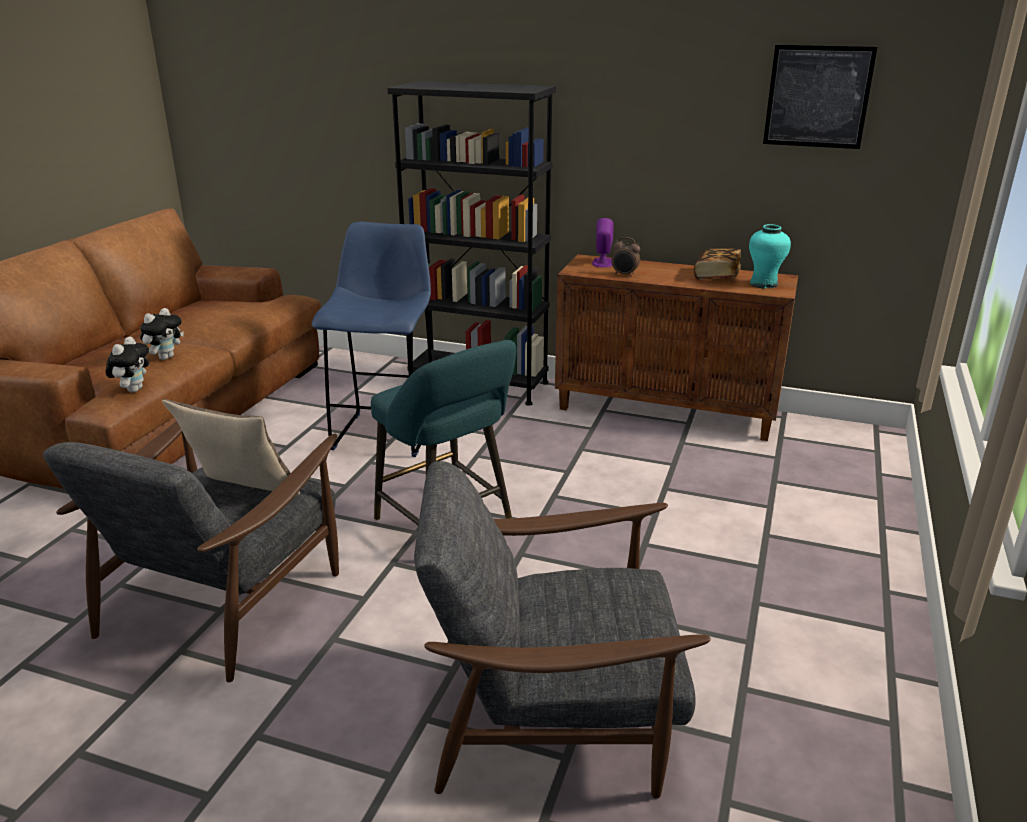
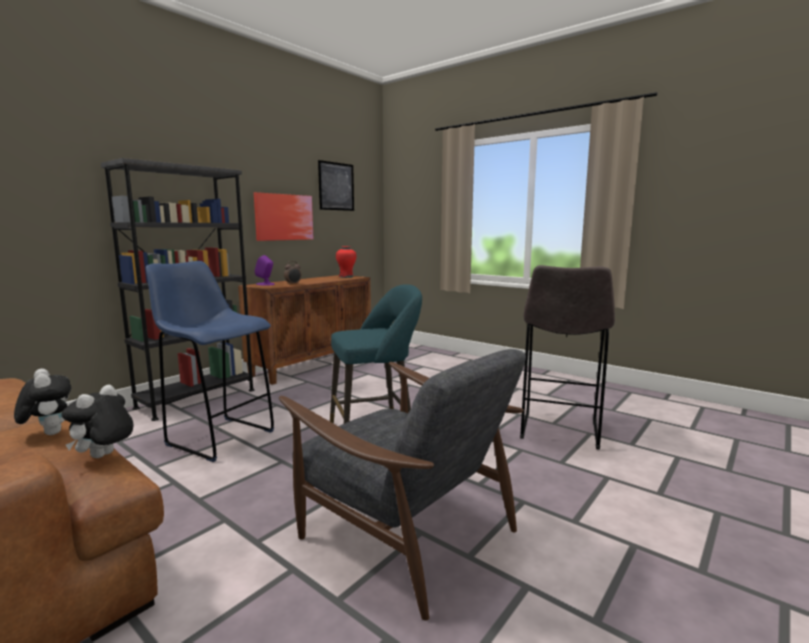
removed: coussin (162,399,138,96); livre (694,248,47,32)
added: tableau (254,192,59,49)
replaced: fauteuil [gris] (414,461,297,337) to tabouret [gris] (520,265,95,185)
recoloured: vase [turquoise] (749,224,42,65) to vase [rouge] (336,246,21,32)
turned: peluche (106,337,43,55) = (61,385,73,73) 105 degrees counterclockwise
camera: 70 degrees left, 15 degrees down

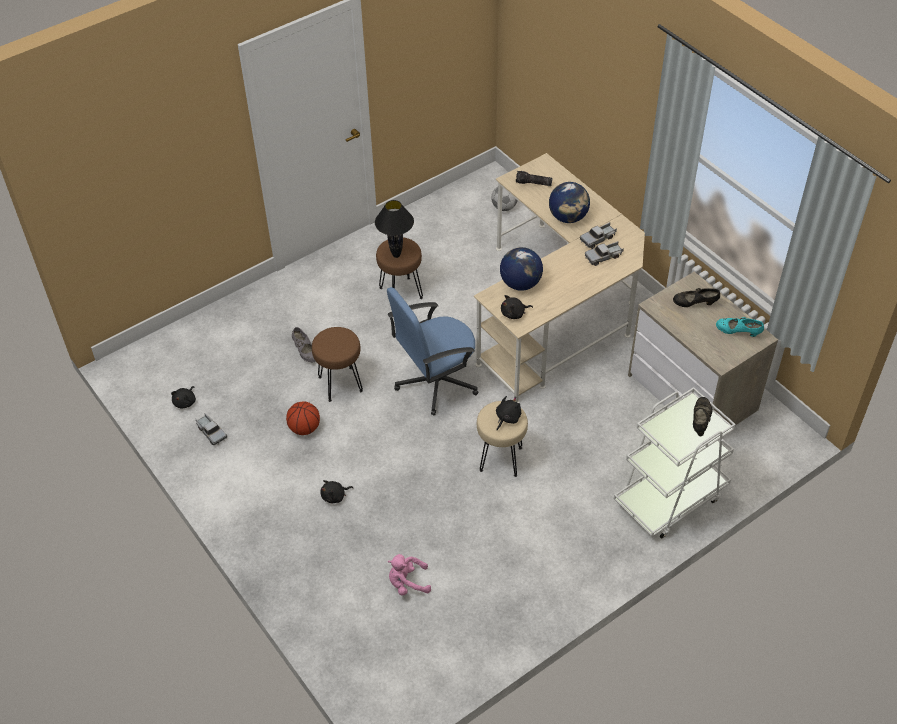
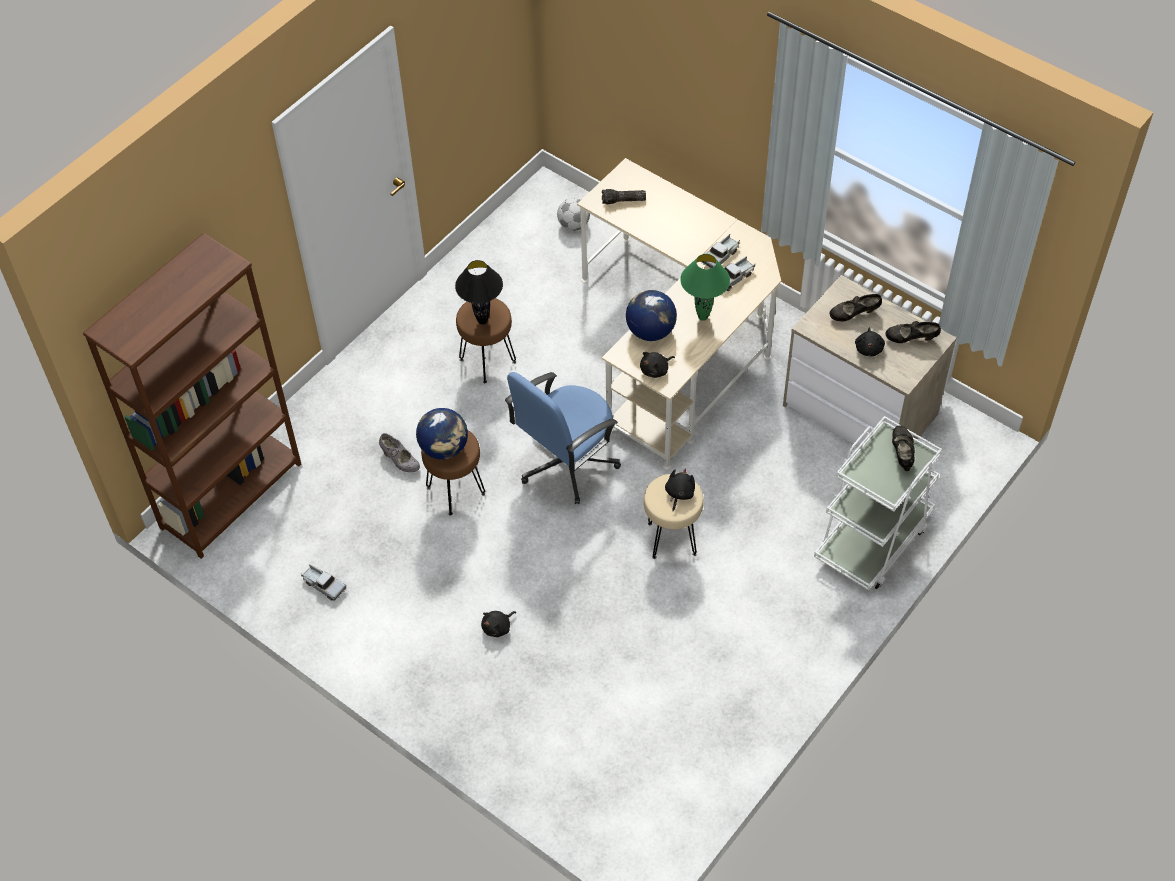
removed: ballon de basket (286,402,34,33); peluche [rose] (388,554,43,42)
added: bibliothèque [marron] (83,232,218,327); lampe de table [vert] (680,254,50,67)
moved: peluche [noir] (171,386,25,22) to (855,328,30,28); globe (549,182,41,41) to (416,408,52,52)
recoloured: chaussure [turquoise] (716,317,48,20) to chaussure [noir] (886,321,55,22)
camera: 15 degrees left, 5 degrees up

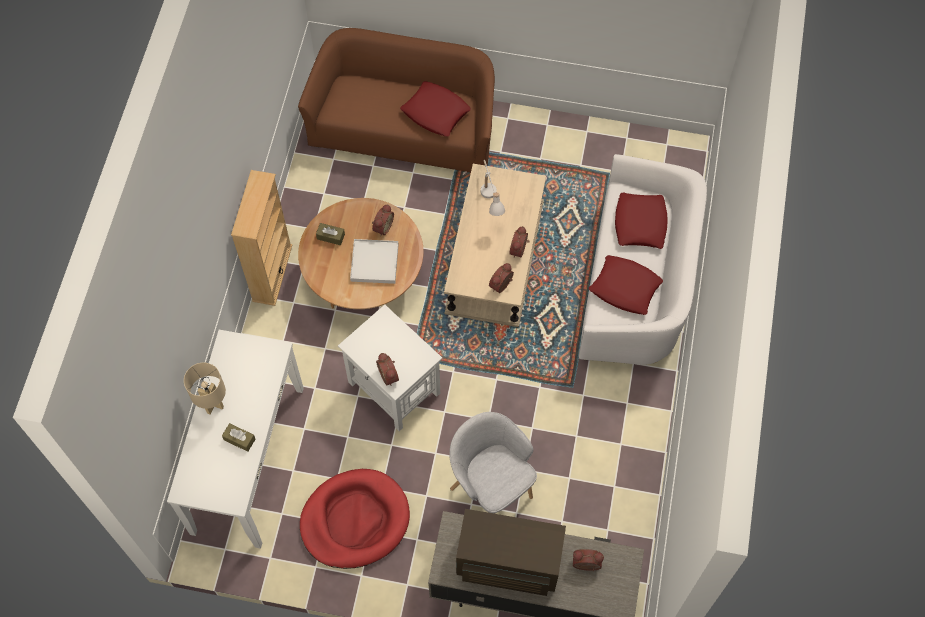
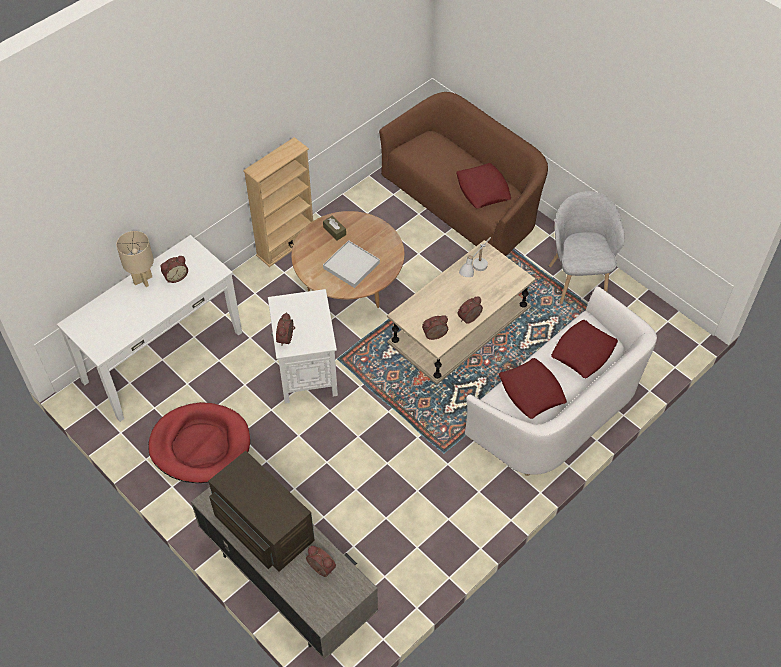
removed: boîte à mouchoirs [marron] (222,423,33,29)
moved: réveil (372,205,22,31) to (161,256,27,27); fauteuil [gris] (449,412,88,102) to (549,191,76,113)
camera: 35 degrees right, 10 degrees down

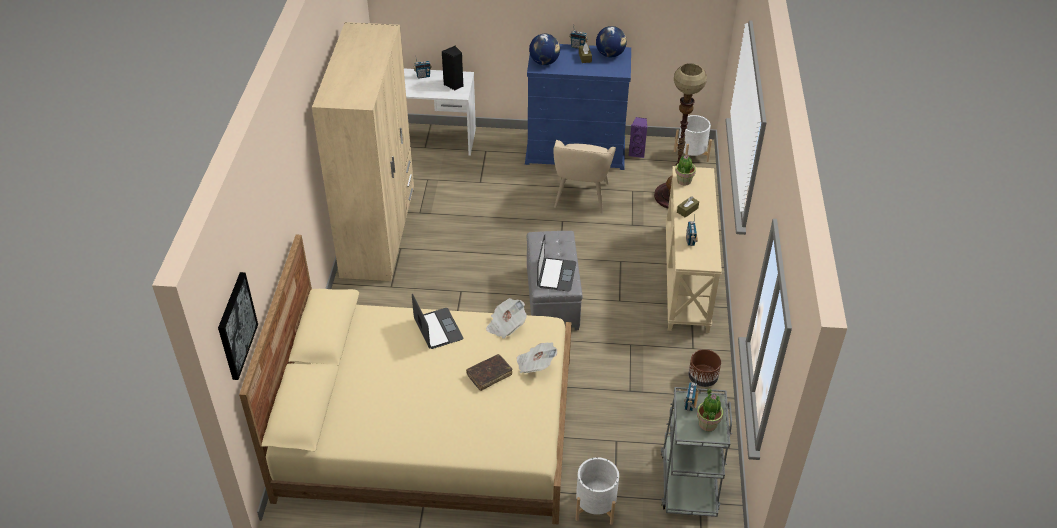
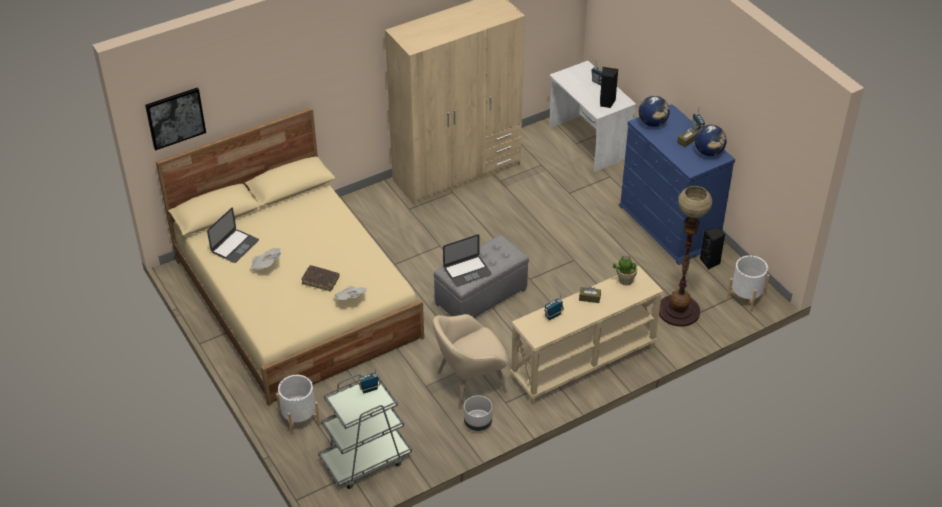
removed: plante en pot (697,388,26,44)
moved: ordinateur portable (412,293,51,56) to (207,208,52,55); journal (486,298,41,41) to (250,248,31,22); fauteuil [beige] (553,140,63,74) to (432,314,76,95)
recoloured: enceinte [violet] (629,117,18,41) to enceinte [noir] (700,228,25,41); cache-pot [marron] (688,349,33,38) to cache-pot [gris] (464,395,28,36)
camera: 55 degrees right, 0 degrees up

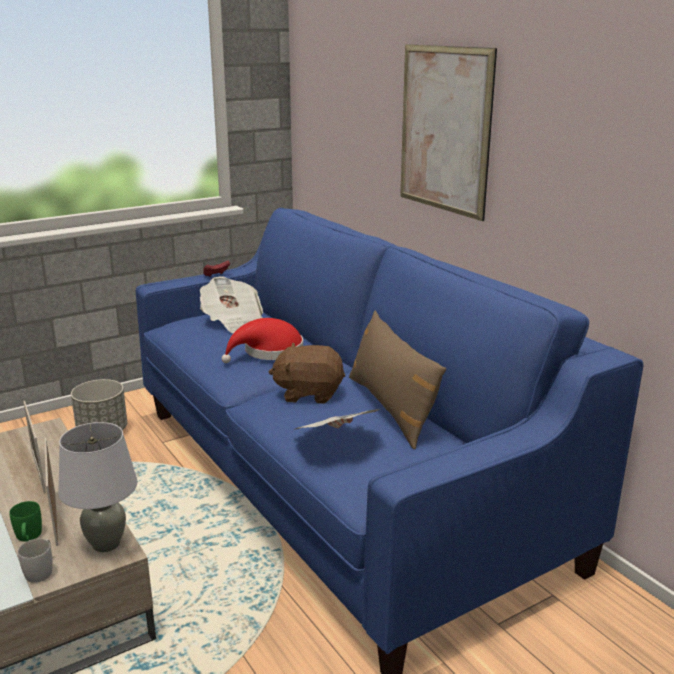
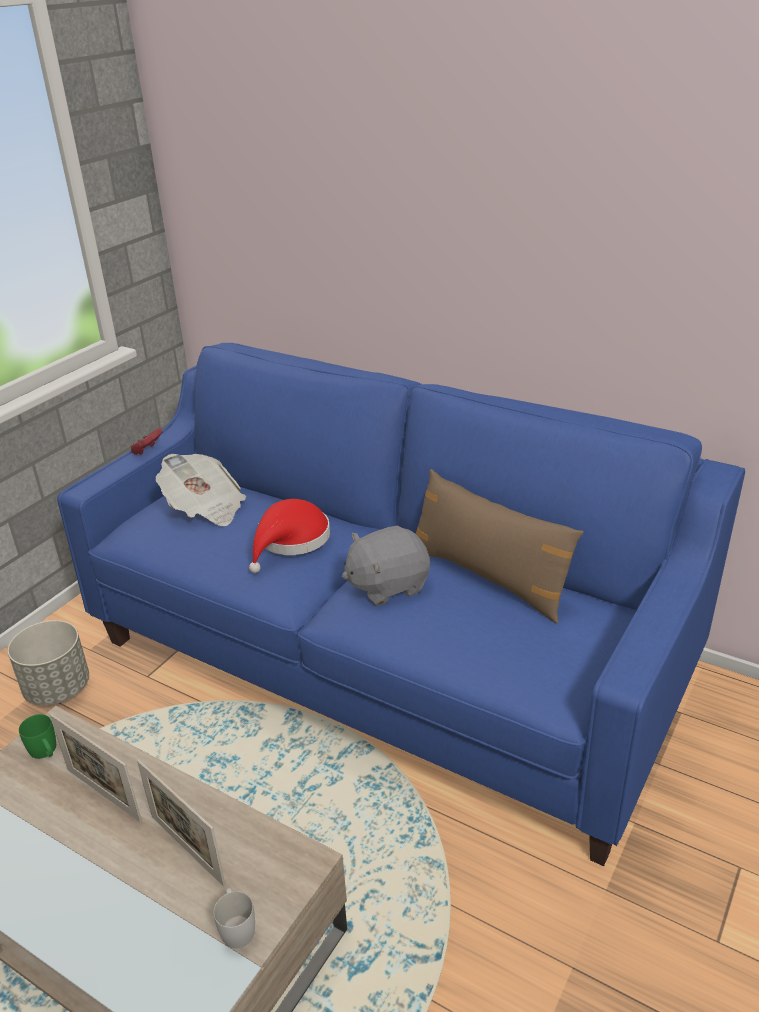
removed: lampe de table [gris] (58,422,79,130); journal (293,409,86,21); tableau (400,44,97,177)
moved: mug [vert] (9,501,33,40) to (19,714,37,45)
recoloured: peluche [marron] (269,343,76,61) to peluche [gris] (342,526,88,80)
camera: 25 degrees left, 10 degrees up

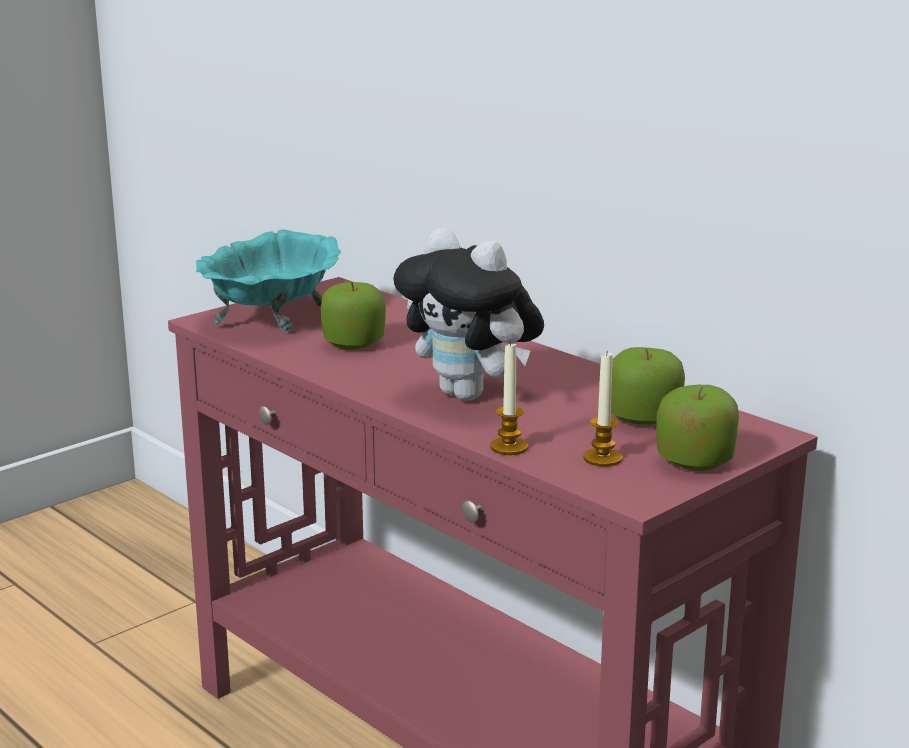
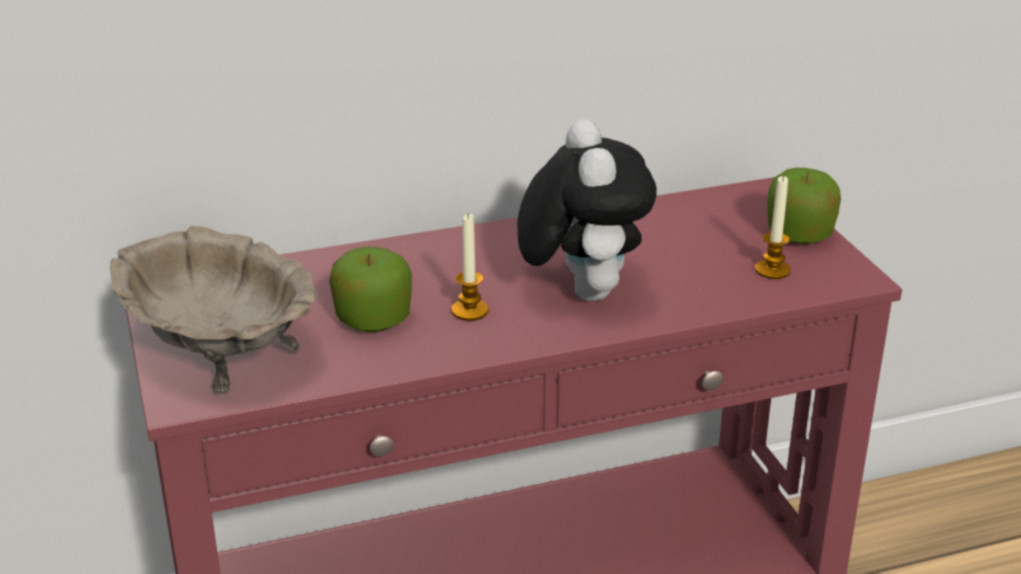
removed: pomme (611,347,74,78)
moved: bougie (490,341,38,114) to (451,213,38,108)
recoloured: bol [turquoise] (196,229,145,102) to bol [beige] (110,226,208,167)
turned: peluche (393,228,151,173) = (517,119,140,182) 75 degrees counterclockwise
camera: 65 degrees left, 10 degrees up

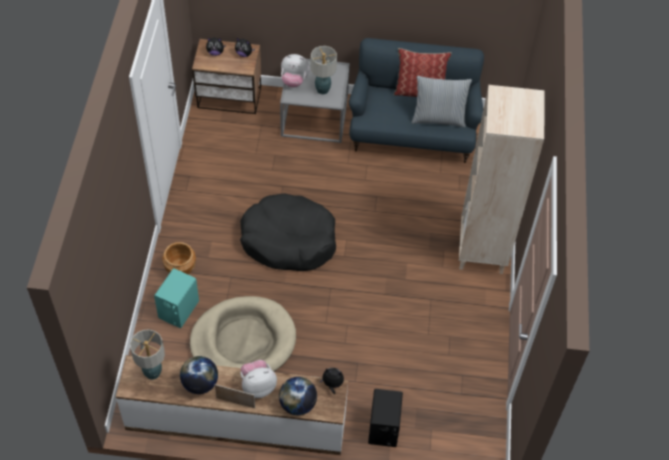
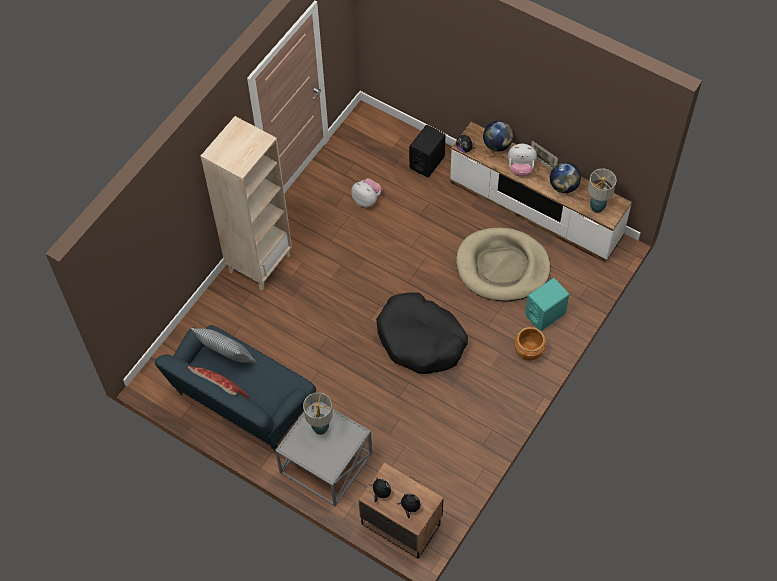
moved: peluche (281,54,29,34) to (351,178,31,29)
camera: 150 degrees left, 5 degrees up

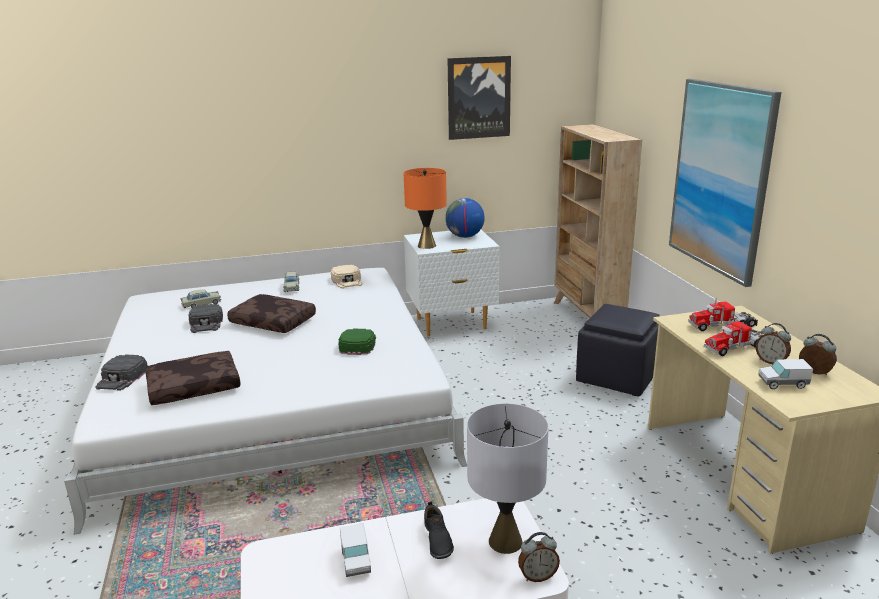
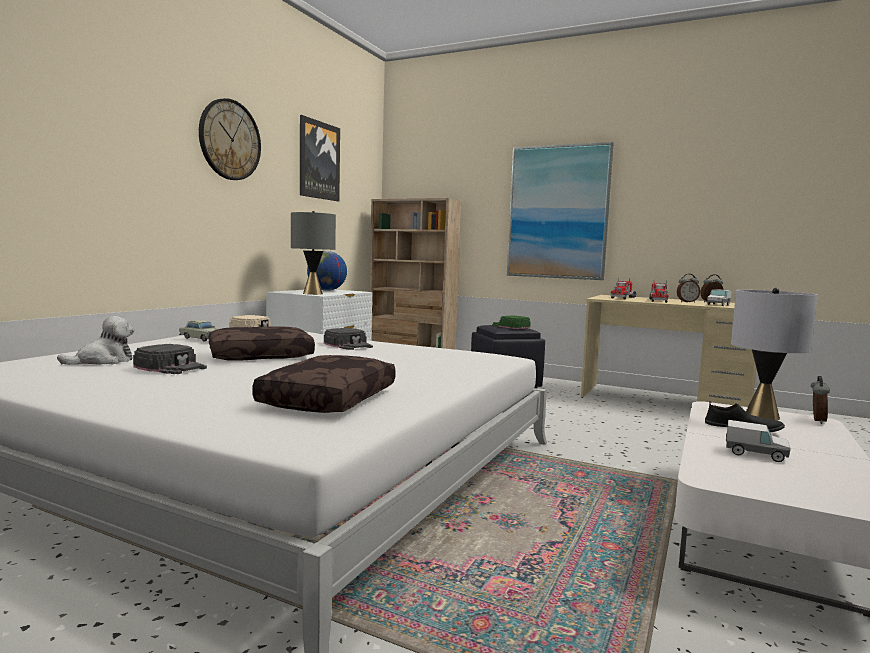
added: horloge murale (199,98,62,82)
moved: casquette [noir] (95,354,53,37) to (324,328,49,22); casquette [vert] (338,329,38,26) to (492,315,39,14)
replaced: petite voiture [beige] (181,289,40,19) to peluche (57,316,78,49)
recoloured: lampe de table [orange] (404,168,43,81) to lampe de table [gris] (291,211,45,84)
camera: 50 degrees left, 15 degrees down

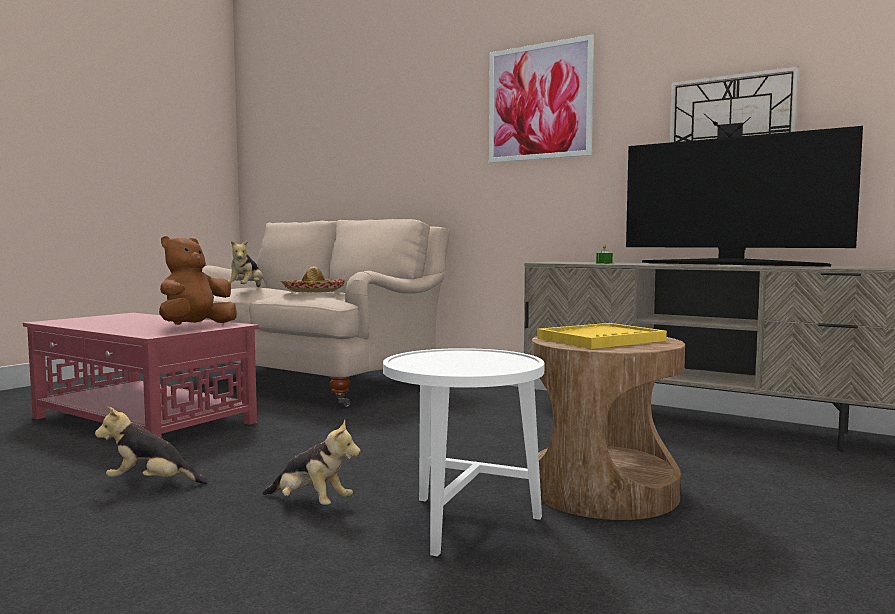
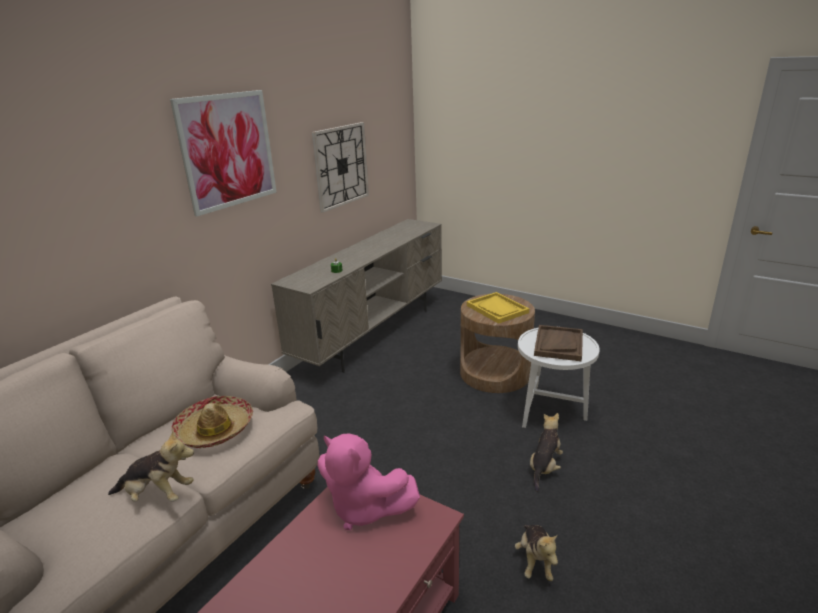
removed: téléviseur (626,126,237,141)
added: plateau [marron] (534,325,49,36)
recoloured: peluche [marron] (159,236,78,89) to peluche [rose] (317,434,103,96)
camera: 90 degrees left, 20 degrees up

